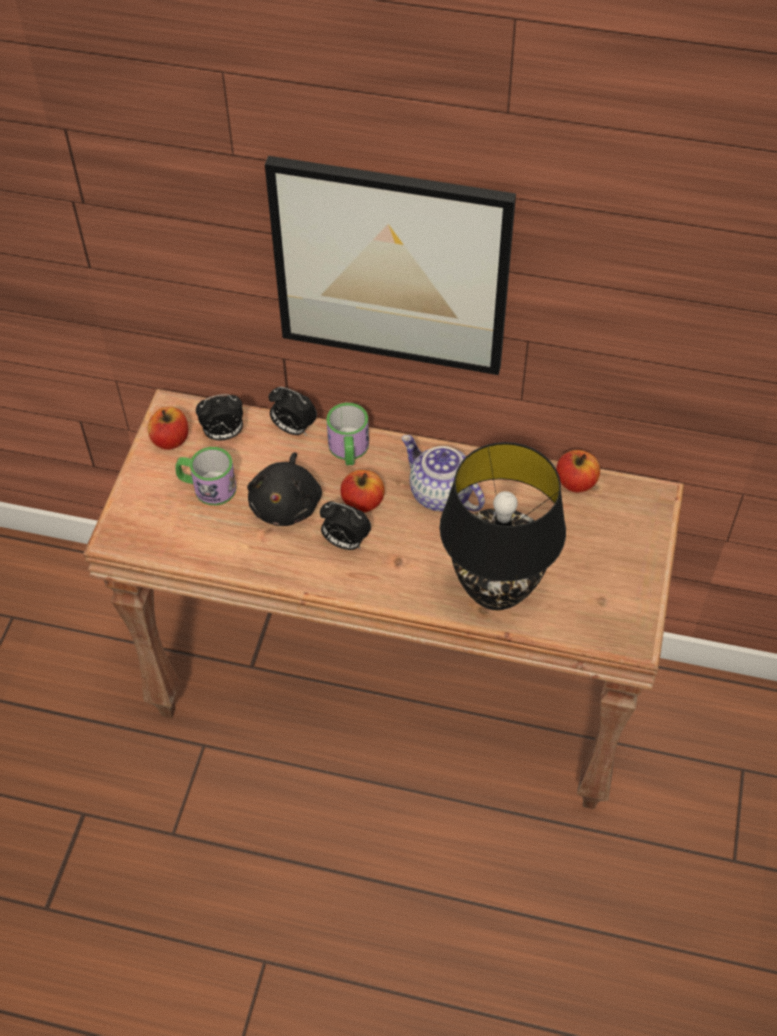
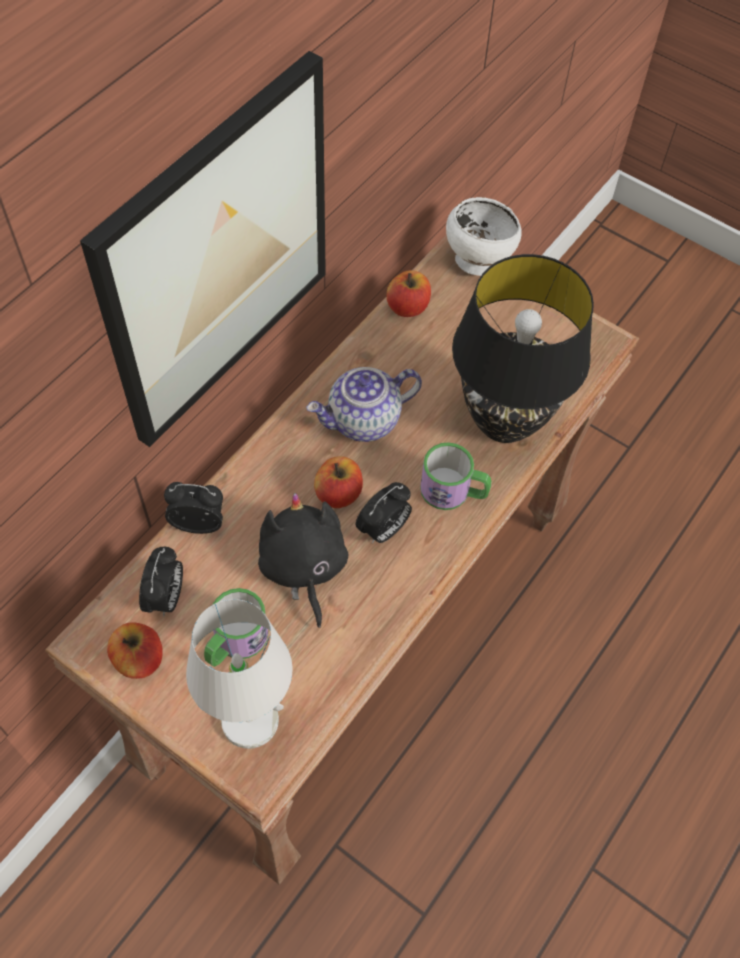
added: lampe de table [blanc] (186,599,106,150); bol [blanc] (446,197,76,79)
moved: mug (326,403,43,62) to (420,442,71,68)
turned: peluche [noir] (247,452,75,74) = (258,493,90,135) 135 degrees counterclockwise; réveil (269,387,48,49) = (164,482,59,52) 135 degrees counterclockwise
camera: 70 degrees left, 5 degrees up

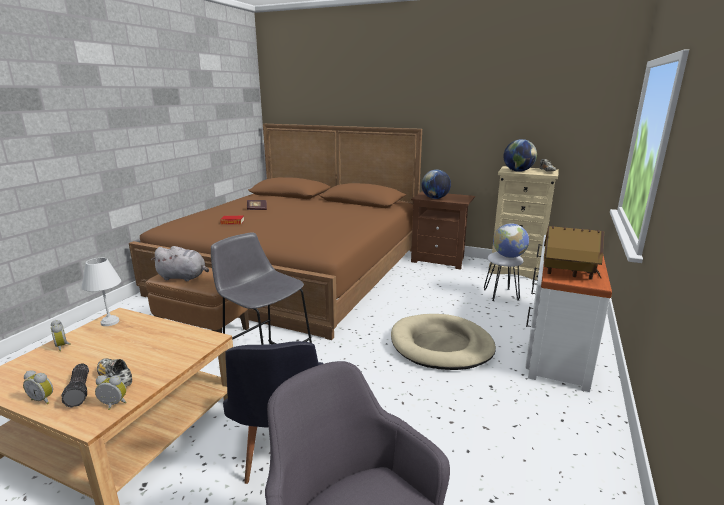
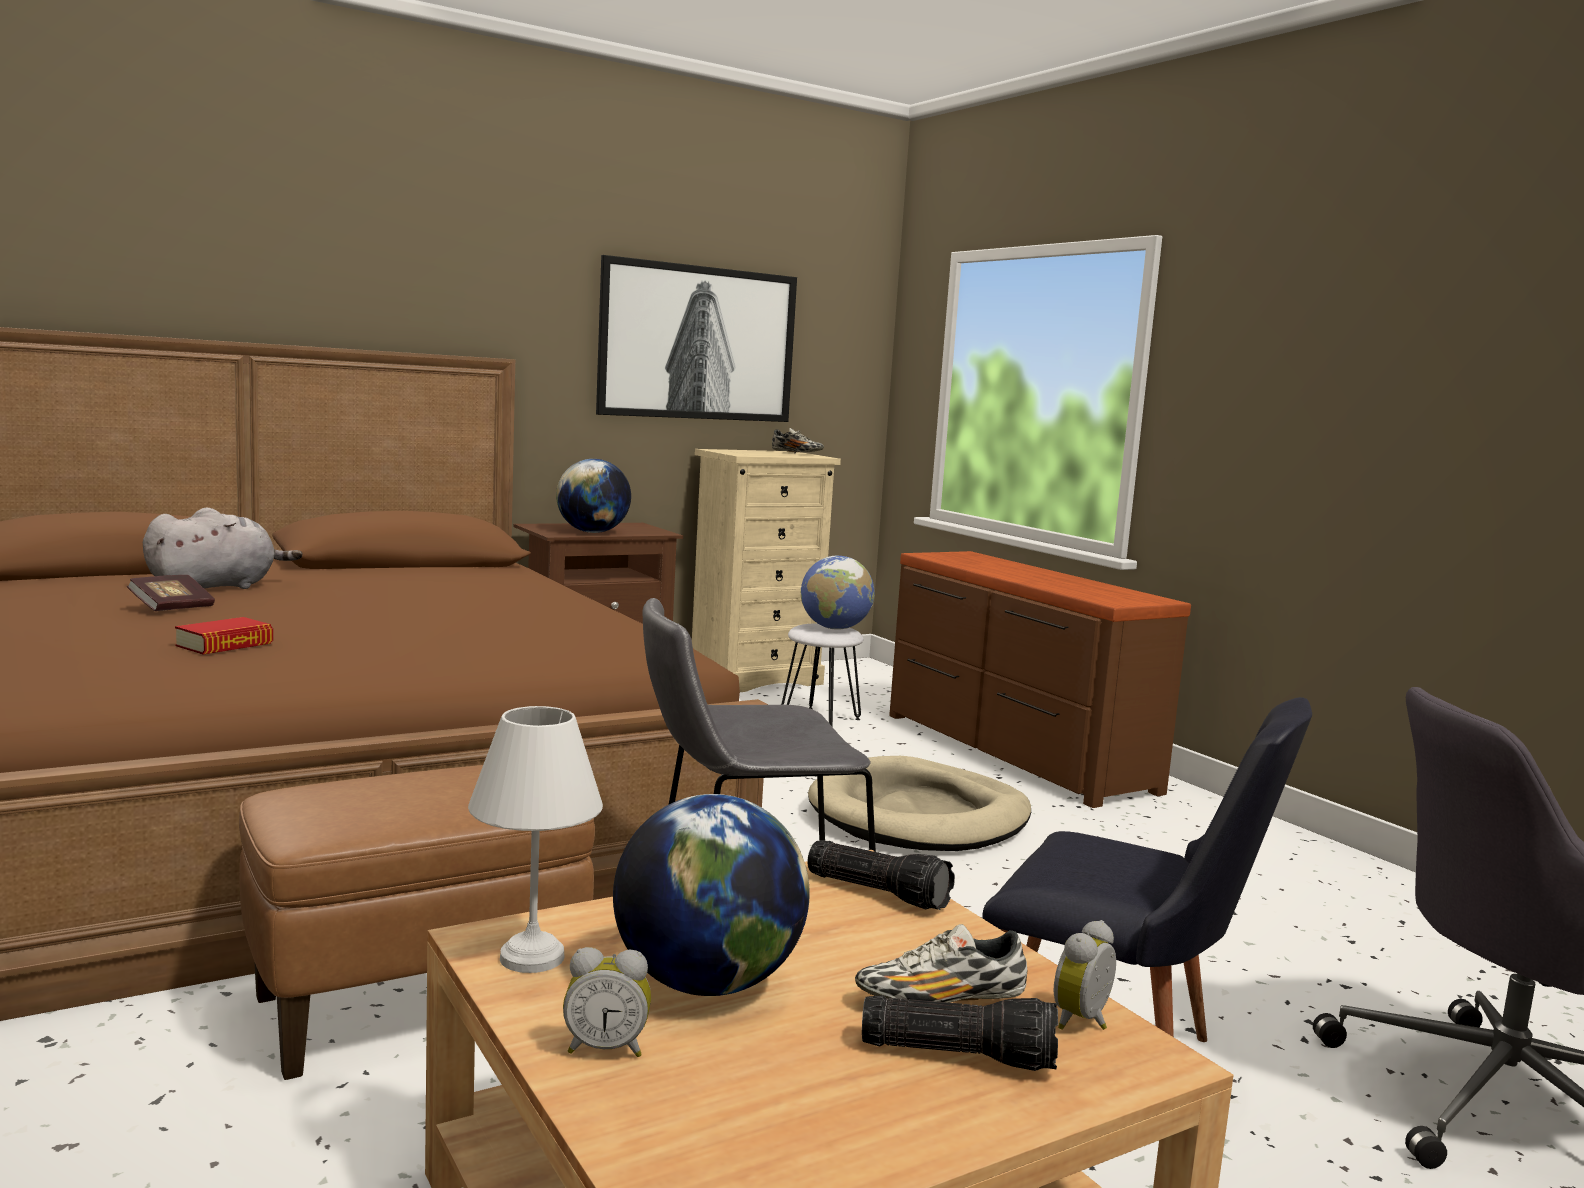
removed: réveil (23,370,30,34); maison miniature (544,226,60,54)
added: tableau (596,255,201,167); lampe de poche (807,841,148,69)
moved: peluche [gris] (151,246,58,36) to (143,508,160,81); globe (504,139,33,33) to (613,794,197,202)
recoloured: commode [blanc] (525,235,87,157) to commode [marron] (889,551,302,257)
camera: 55 degrees left, 10 degrees down

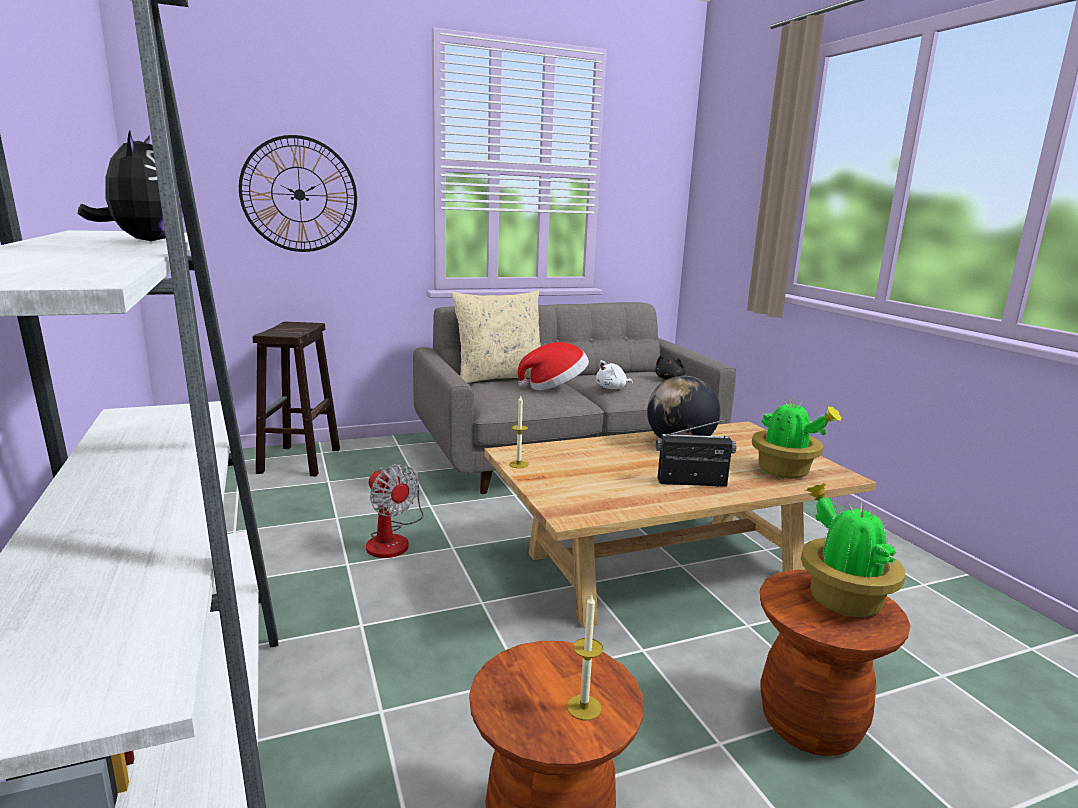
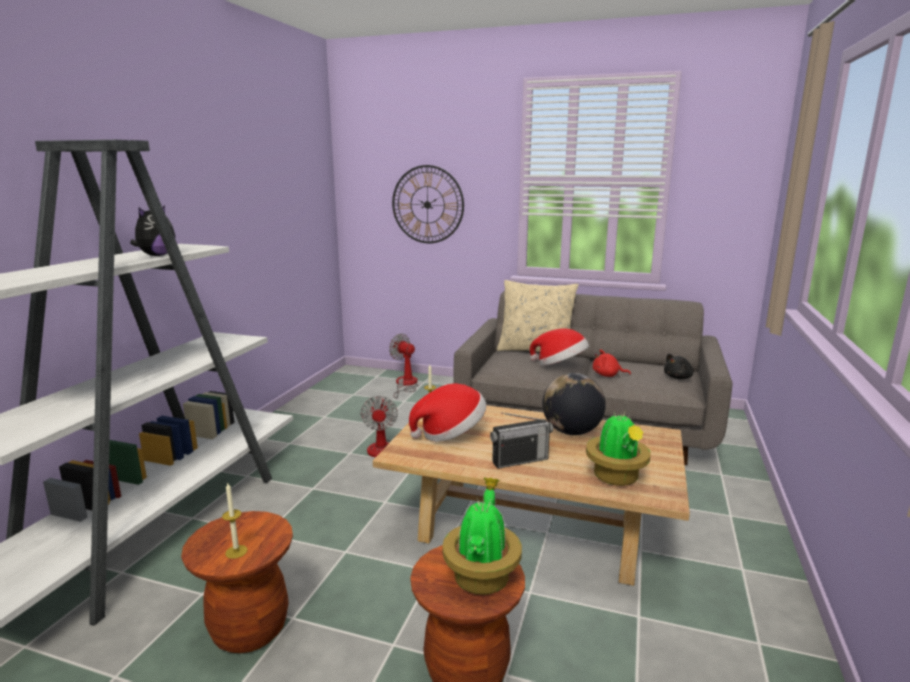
added: chapeau (409,383,77,59)
replaced: tabouret [marron] (253,322,87,154) to ventilateur (389,333,29,65)
recoloured: peluche [blanc] (596,360,37,29) to peluche [rouge] (593,350,38,27)
turned: radio (656,419,80,68) = (490,413,63,56) 120 degrees clockwise
camera: 40 degrees right, 0 degrees up

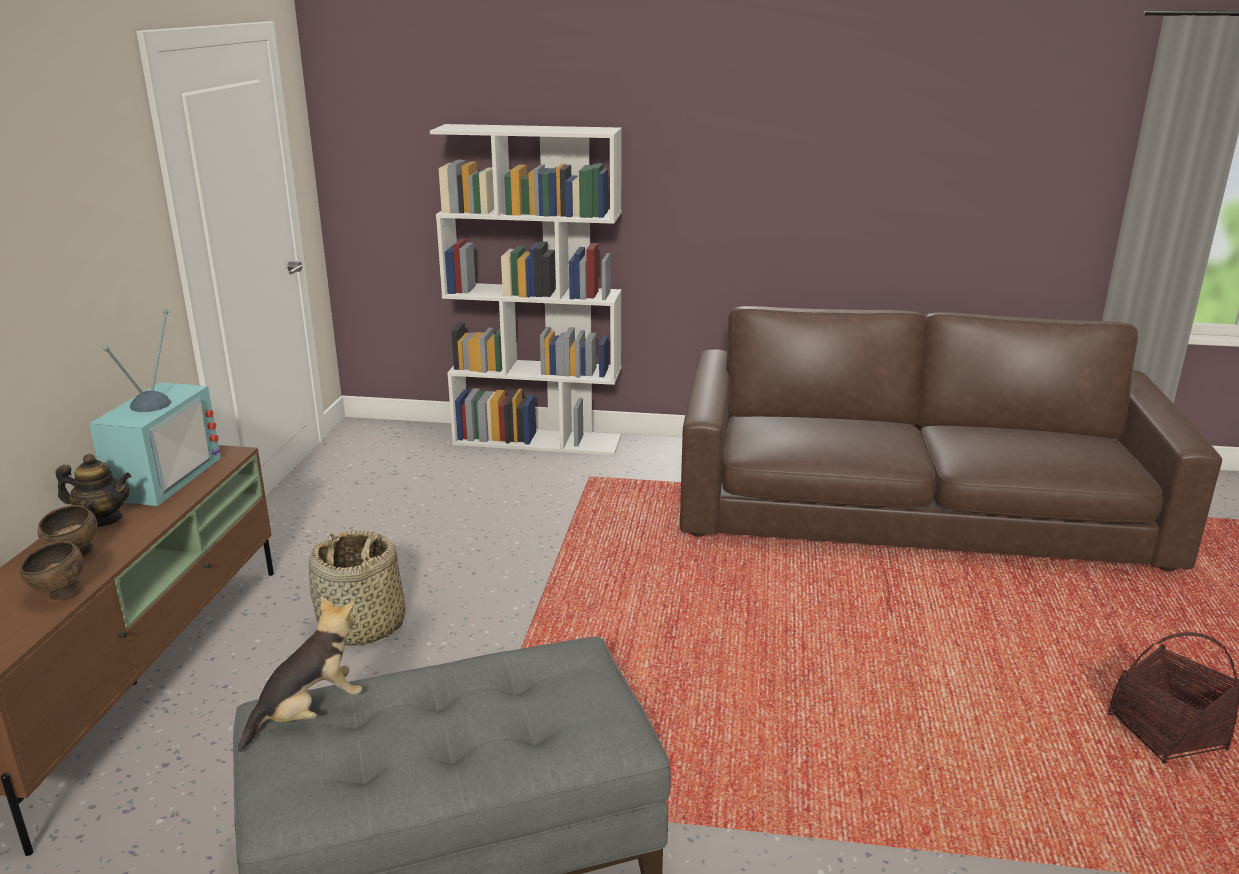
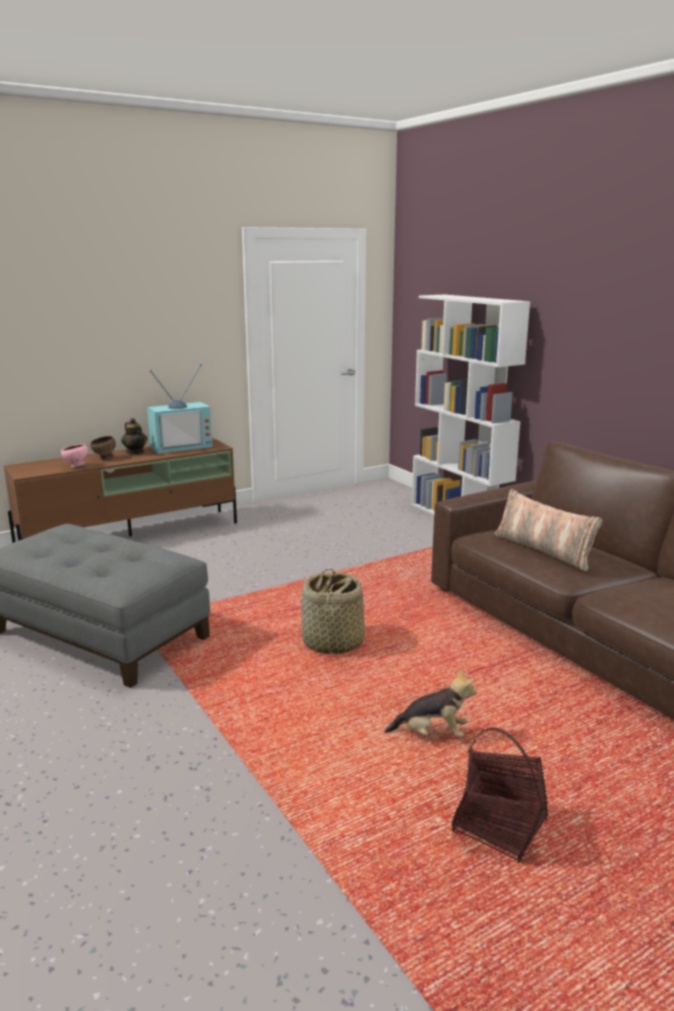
added: coussin (494,489,108,82)
moved: peluche (238,597,124,155) to (384,668,94,69); panier (309,530,97,116) to (301,568,64,86)
recoloured: bol [marron] (20,541,64,59) to bol [rose] (61,444,27,23)
camera: 50 degrees right, 5 degrees down

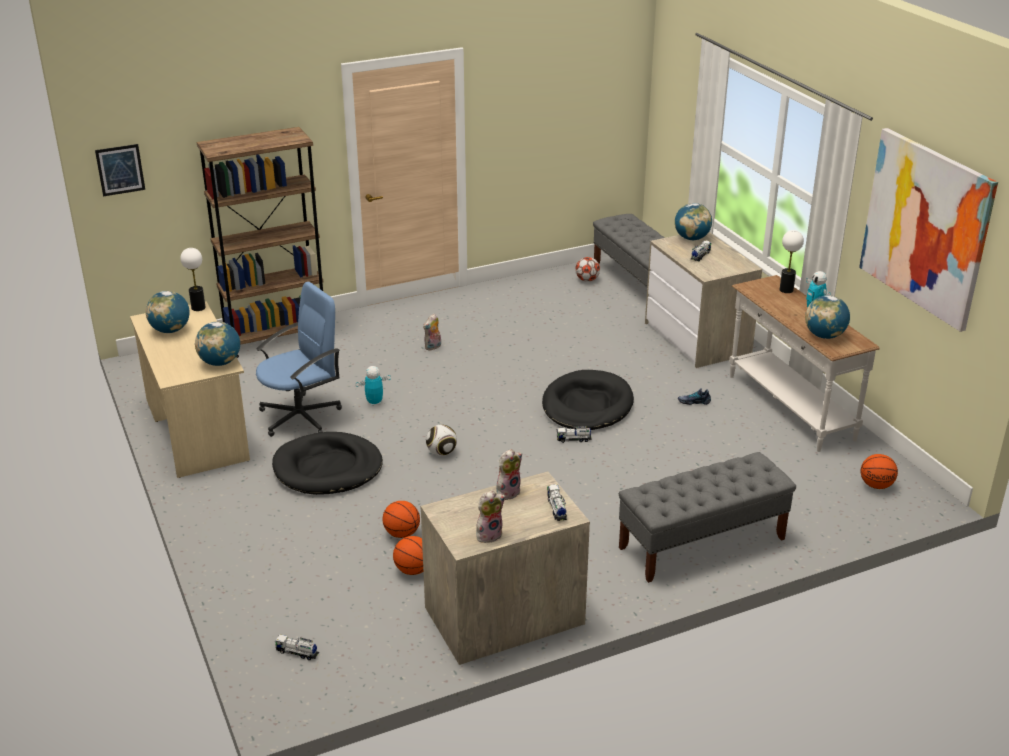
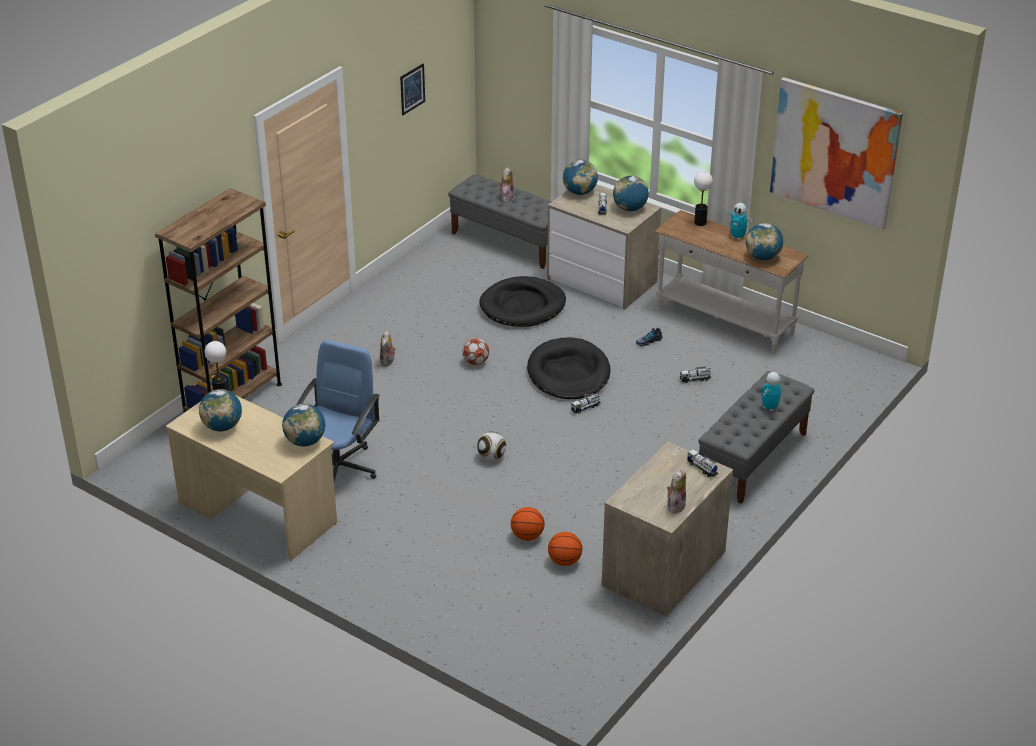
removed: ballon de basket (860,454,38,35)
added: globe (613,176,36,35)
moved: tableau (95,144,50,52) to (400,63,25,53); panier pour chien [noir] (272,432,111,63) to (479,276,87,51); camion jouet (275,634,44,26) to (680,366,31,17); robot jouet (356,366,35,40) to (761,372,21,39); peluche (497,449,25,51) to (499,167,15,35); ballon de foot (575,257,25,25) to (462,338,27,27)
camera: 30 degrees left, 5 degrees up

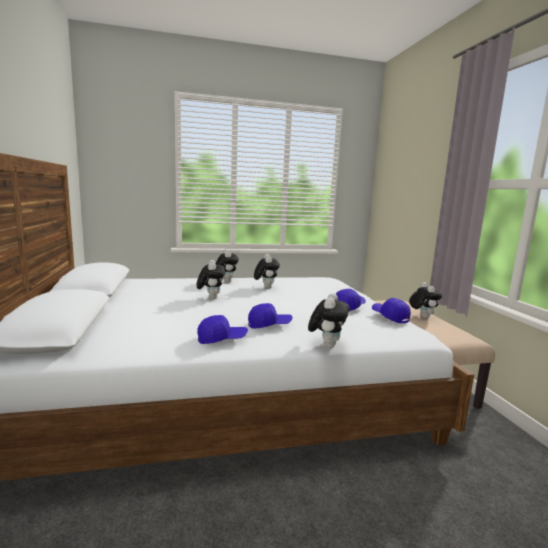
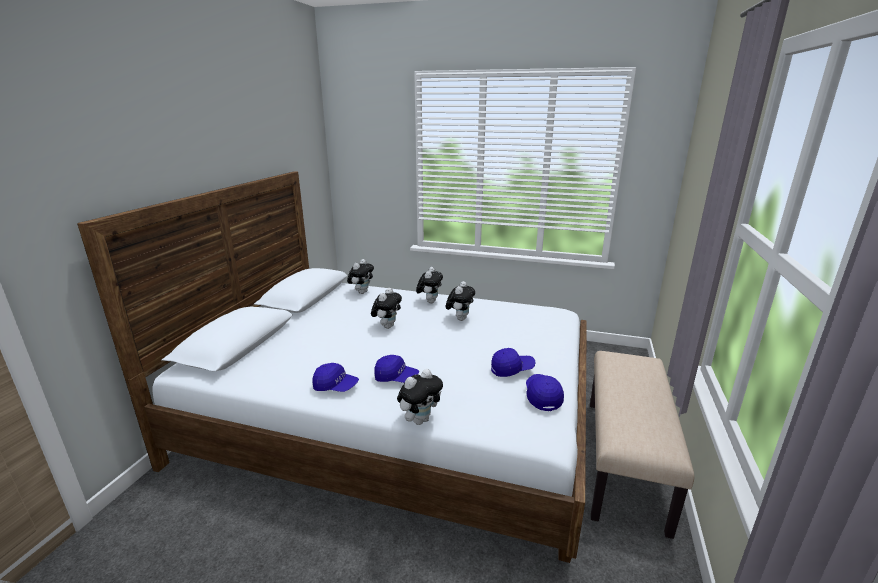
moved: peluche (409,282,33,36) to (347,259,27,35)
camera: 30 degrees right, 10 degrees up

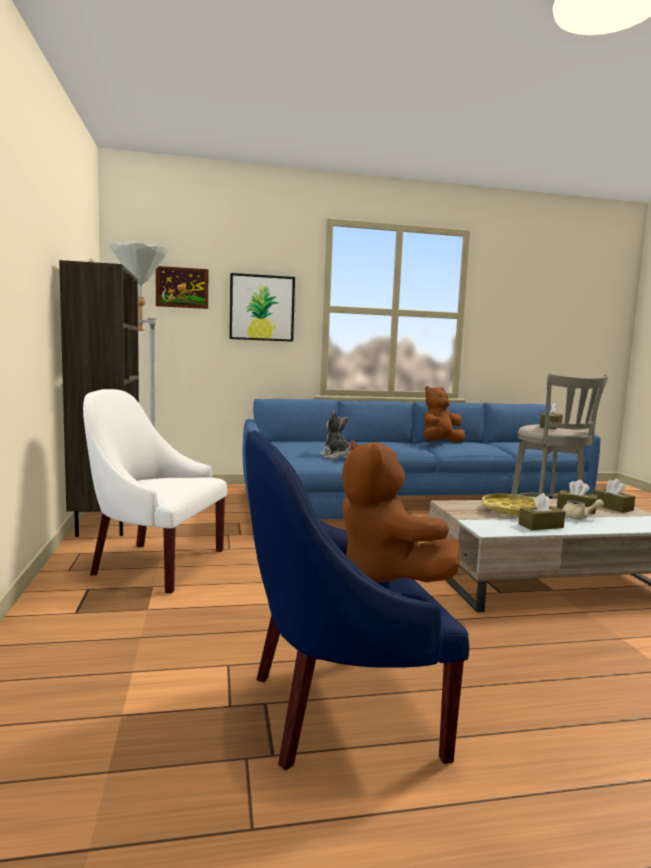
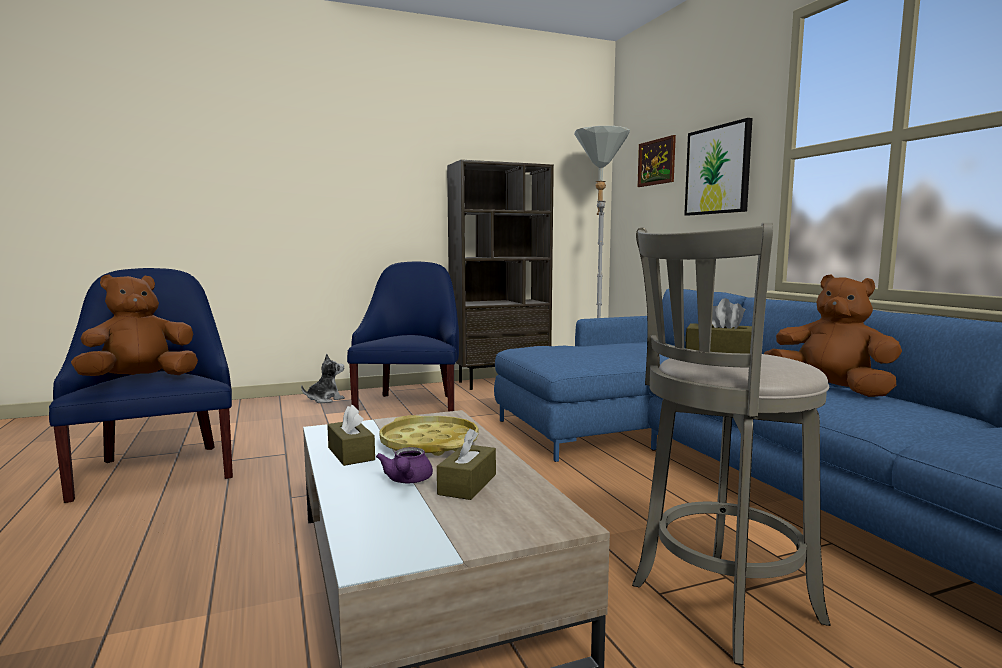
removed: boîte à mouchoirs [marron] (593,479,42,34)
moved: peluche (320,411,31,48) to (301,354,44,49)
recoloured: fauteuil [blanc] (83,389,144,205) to fauteuil [bleu] (347,261,112,153); théière [beige] (562,499,42,20) to théière [violet] (376,447,57,36)
camera: 80 degrees right, 0 degrees up

